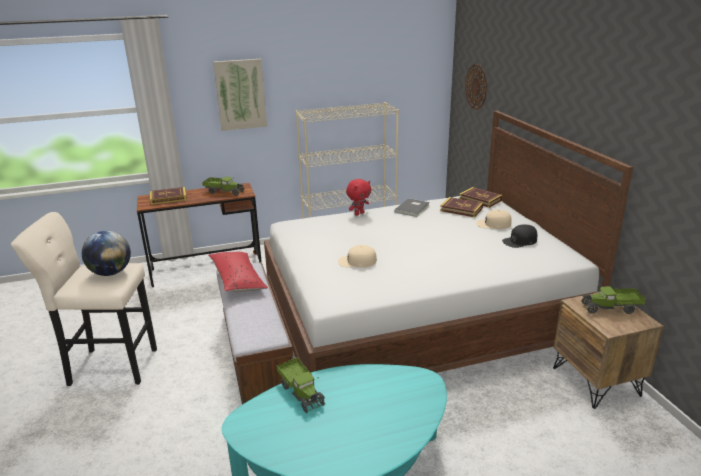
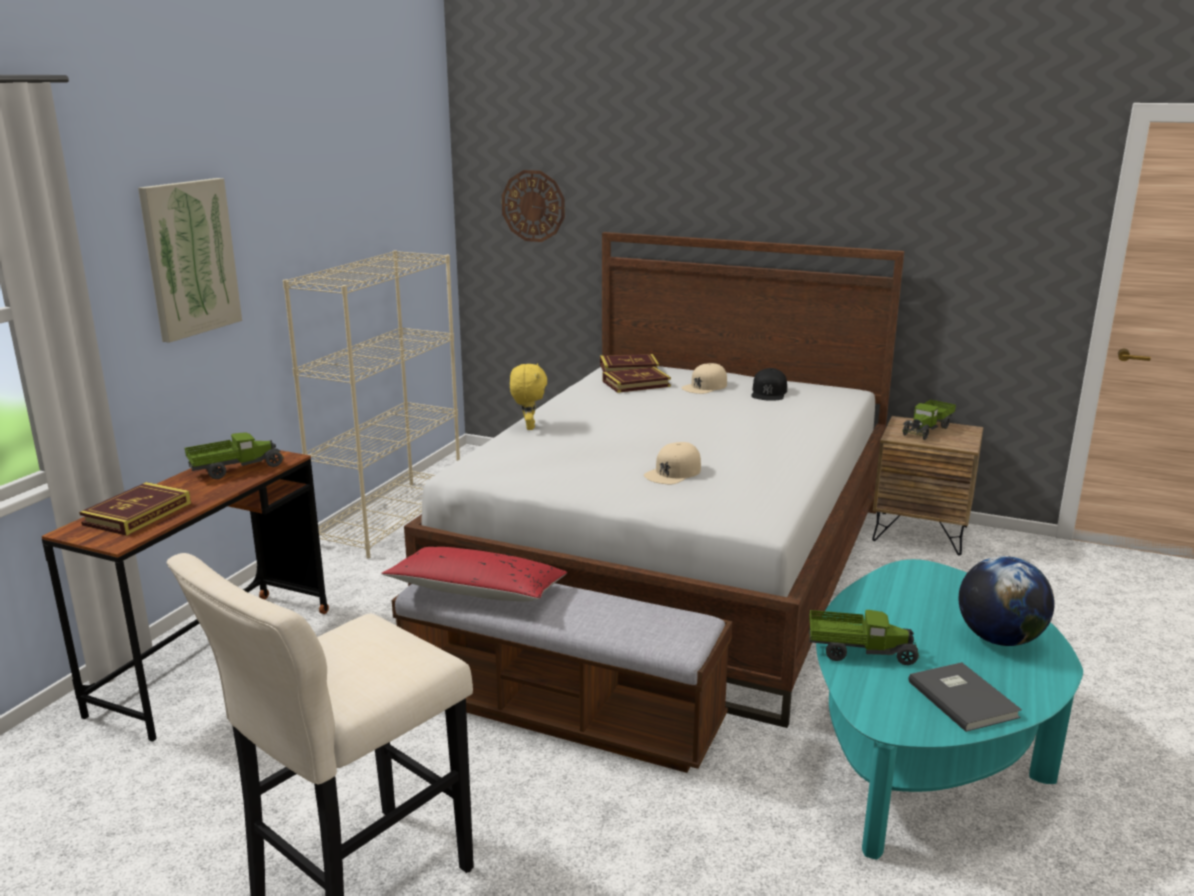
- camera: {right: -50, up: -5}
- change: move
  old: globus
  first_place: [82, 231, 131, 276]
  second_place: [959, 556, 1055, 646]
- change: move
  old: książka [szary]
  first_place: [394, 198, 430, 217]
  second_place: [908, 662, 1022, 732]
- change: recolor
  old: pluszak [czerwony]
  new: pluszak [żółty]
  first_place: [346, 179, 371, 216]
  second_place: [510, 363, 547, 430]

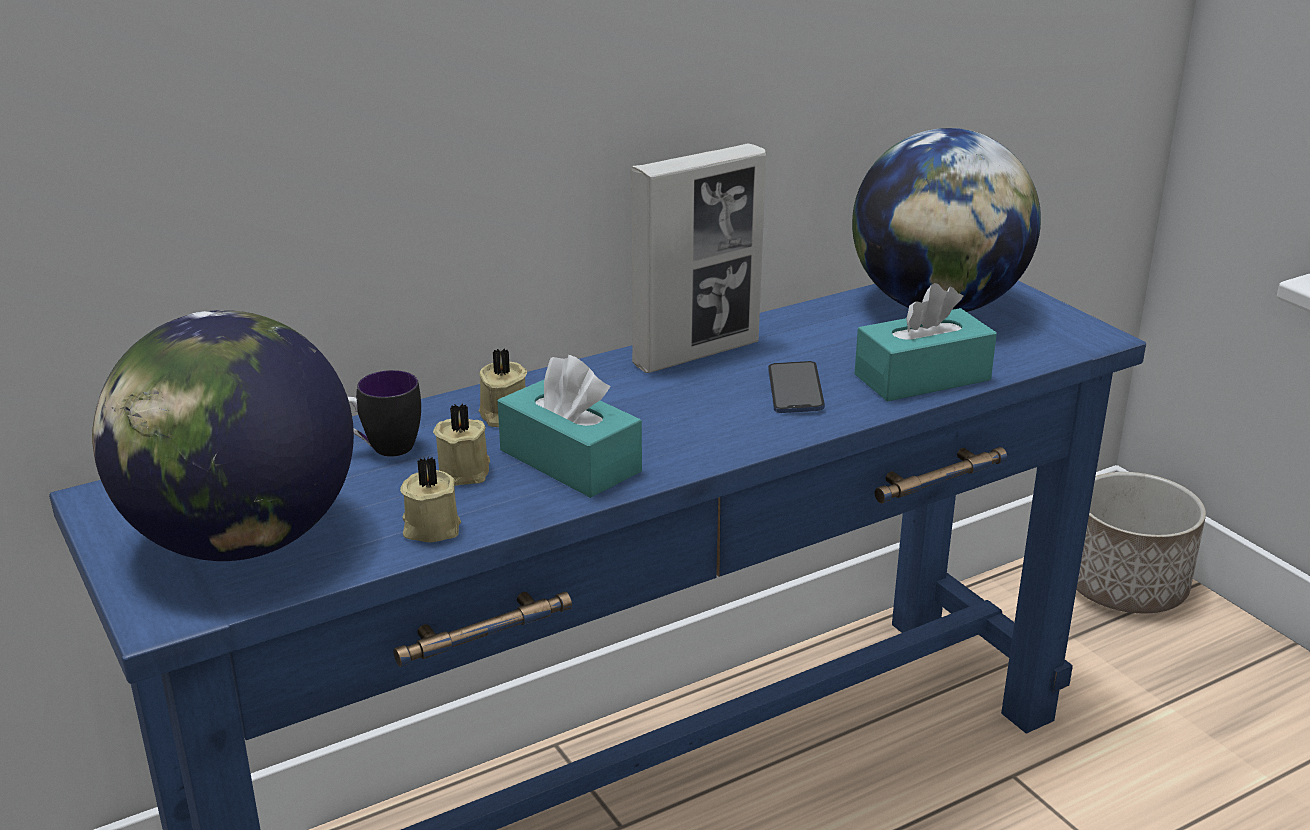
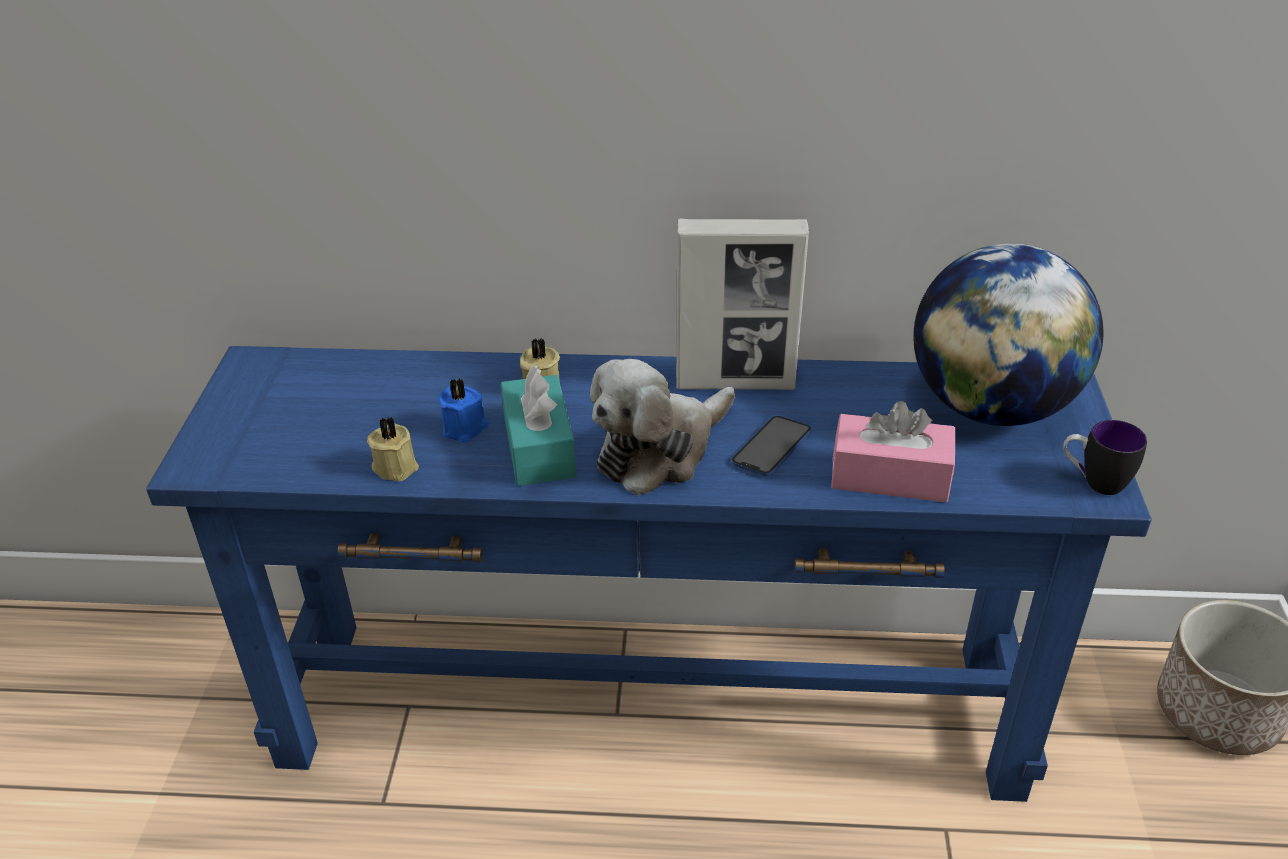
- camera: {right: 35, up: 10}
- change: delete
  old: globus
  first_place: [92, 310, 354, 561]
- change: insert
  new: pluszak
  second_place: [590, 359, 735, 496]
- change: move
  old: kubek
  first_place: [348, 370, 421, 457]
  second_place: [1063, 420, 1147, 495]
- change: recolor
  old: świeca [beżowy]
  new: świeca [niebieski]
  first_place: [433, 404, 490, 486]
  second_place: [438, 378, 489, 442]
- change: recolor
  old: pudełko chusteczek [turkusowy]
  new: pudełko chusteczek [różowy]
  first_place: [855, 283, 997, 402]
  second_place: [831, 401, 955, 502]

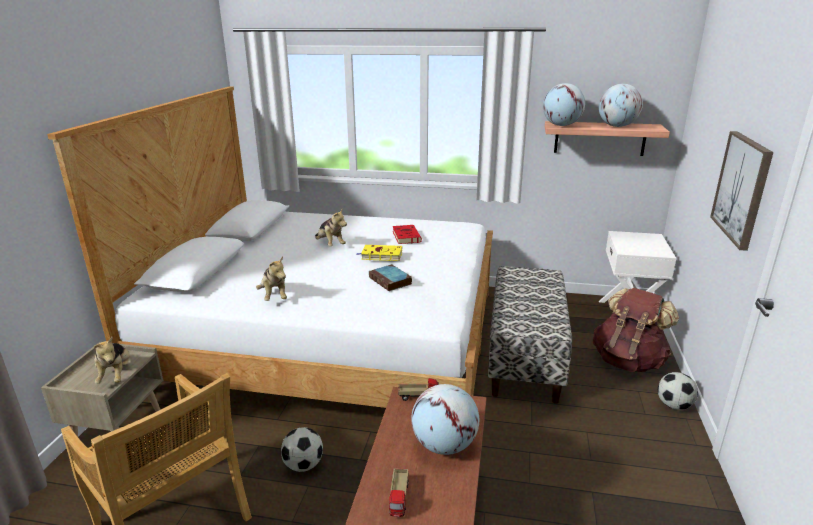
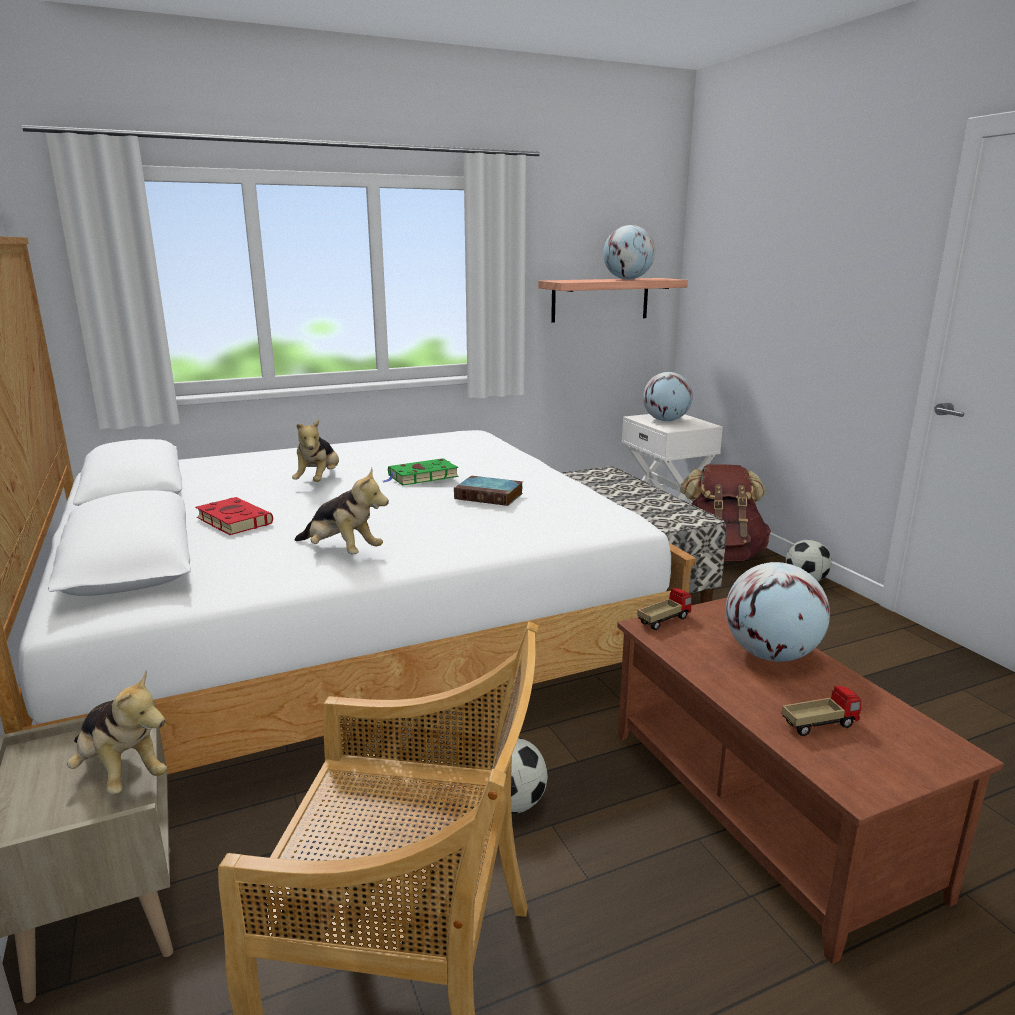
- camera: {right: -35, up: -5}
- change: delete
  old: obraz
  first_place: [710, 131, 774, 251]
- change: move
  old: książka [czerwony]
  first_place: [392, 225, 422, 244]
  second_place: [195, 497, 273, 535]
- change: move
  old: globus
  first_place: [543, 83, 585, 126]
  second_place: [643, 372, 693, 421]
- change: recolor
  old: książka [żółty]
  new: książka [zielony]
  first_place: [356, 245, 402, 261]
  second_place: [383, 458, 458, 486]
- change: rotate
  old: pluszak
  first_place: [315, 210, 347, 246]
  second_place: [292, 419, 339, 482]
  degrees: 75
- change: rotate
  old: ciężarówka zabawkowa
  first_place: [389, 468, 409, 517]
  second_place: [782, 686, 861, 736]
  degrees: -75

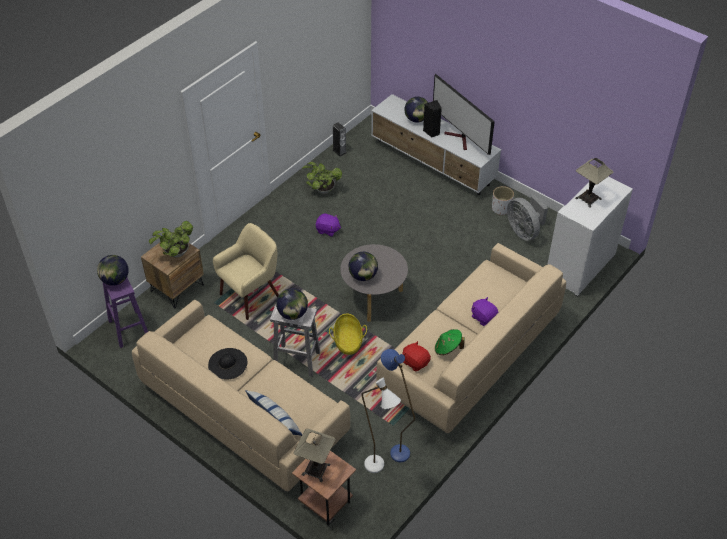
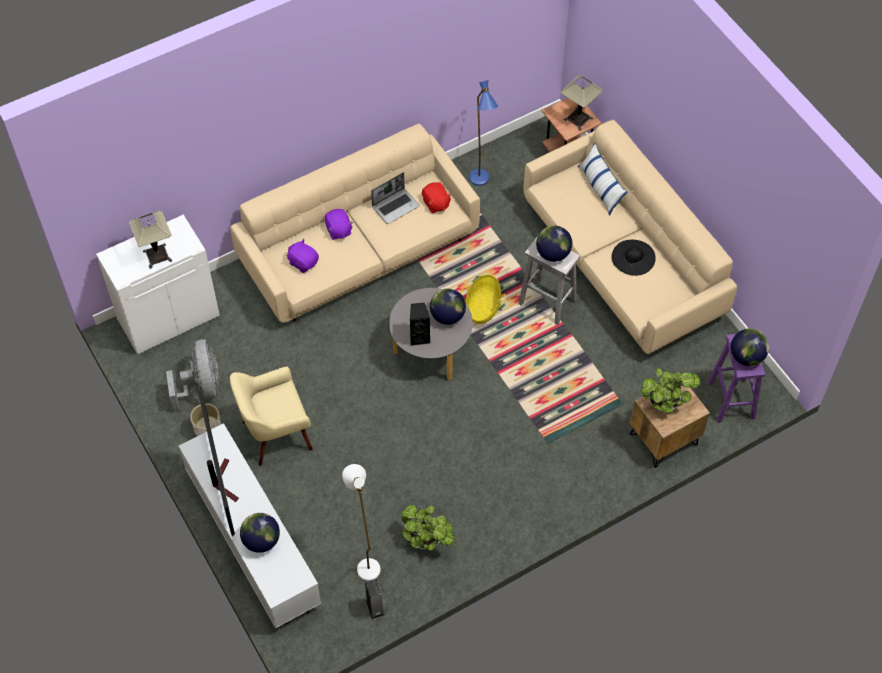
- camera: {right: -160, up: 10}
- change: move
  old: fotel [beżowy]
  first_place: [213, 223, 279, 320]
  second_place: [230, 367, 313, 466]
- change: move
  old: pluszak [fioletowy]
  first_place: [316, 213, 341, 236]
  second_place: [287, 239, 319, 273]
- change: move
  old: lampa stojąca [biały]
  first_place: [362, 377, 401, 473]
  second_place: [342, 464, 381, 581]
- change: move
  old: głośnik [czarny]
  first_place: [423, 100, 442, 137]
  second_place: [410, 303, 430, 346]
- change: replace
  old: kapelusz [zielony]
  new: laptop
  first_place: [435, 329, 465, 355]
  second_place: [371, 172, 420, 224]

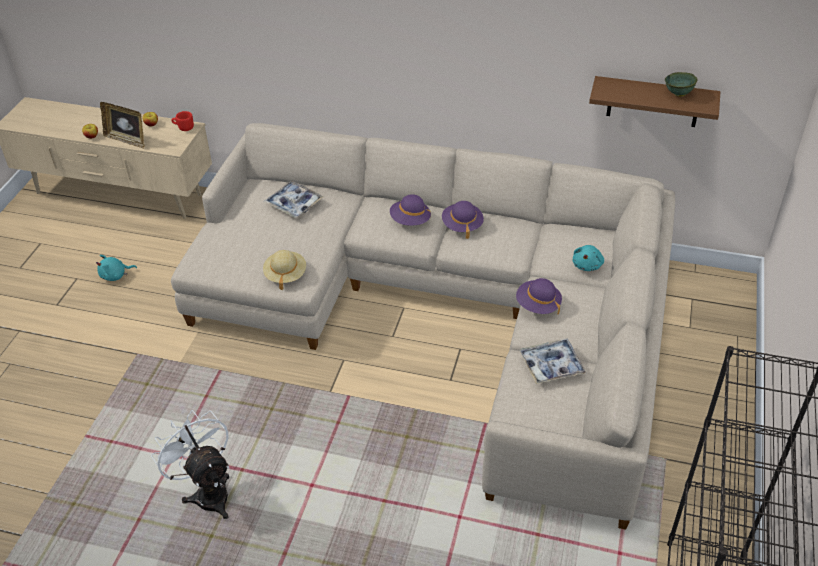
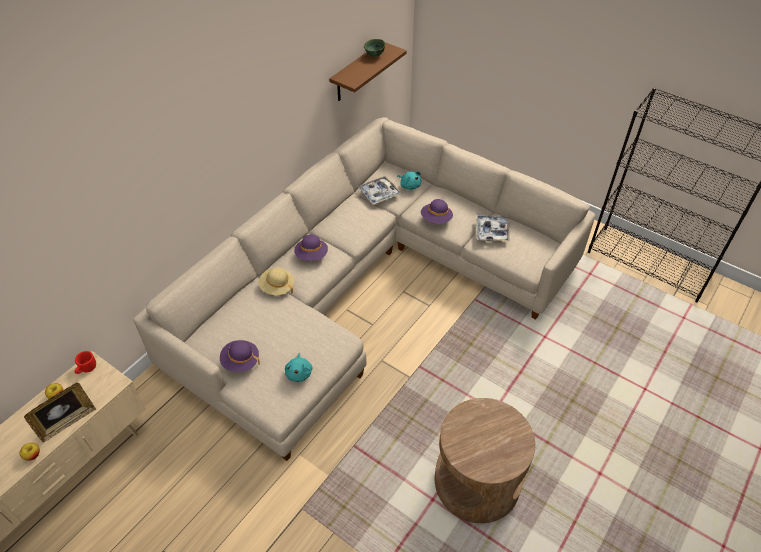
- camera: {right: -70, up: 5}
- change: move
  old: pluszak [turkusowy]
  first_place: [96, 255, 137, 281]
  second_place: [285, 353, 313, 382]
- change: move
  old: kapelusz [beżowy]
  first_place: [263, 250, 306, 290]
  second_place: [259, 267, 294, 295]
- change: move
  old: taca
  first_place: [264, 181, 324, 217]
  second_place: [358, 176, 401, 205]
- change: move
  old: kapelusz [fioletowy]
  first_place: [442, 201, 484, 239]
  second_place: [220, 340, 260, 372]
- change: replace
  old: wentylator [biały]
  new: stolik [brązowy]
  first_place: [151, 410, 229, 519]
  second_place: [435, 398, 535, 523]

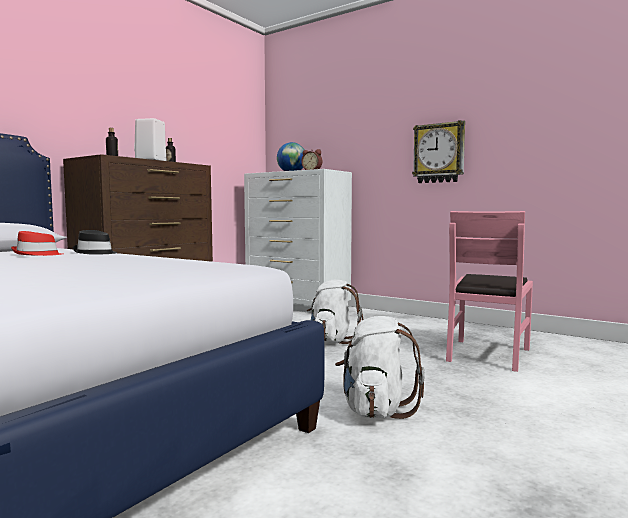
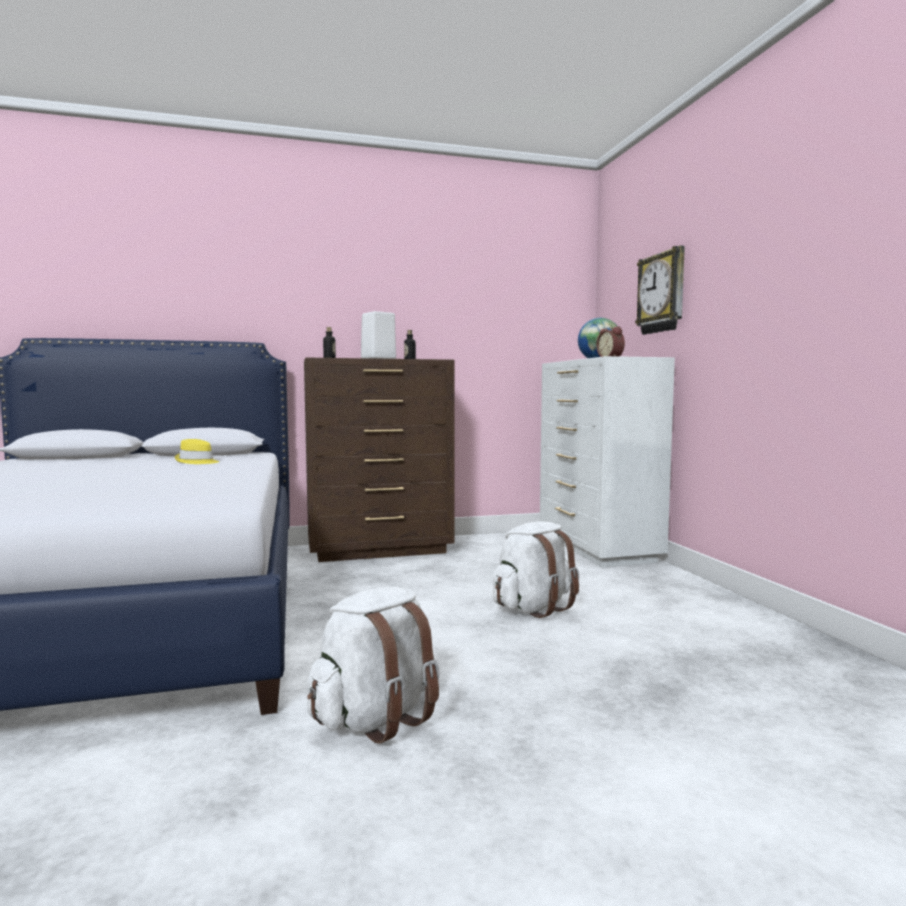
- camera: {right: 40, up: 0}
- change: delete
  old: kapelusz [czarny]
  first_place: [73, 230, 118, 255]
- change: delete
  old: krzesło [różowy]
  first_place: [446, 211, 533, 372]
- change: move
  old: zegar ścienny
  first_place: [412, 120, 465, 183]
  second_place: [635, 245, 685, 335]
- change: recolor
  old: kapelusz [czerwony]
  new: kapelusz [żółty]
  first_place: [11, 231, 63, 256]
  second_place: [175, 439, 219, 464]

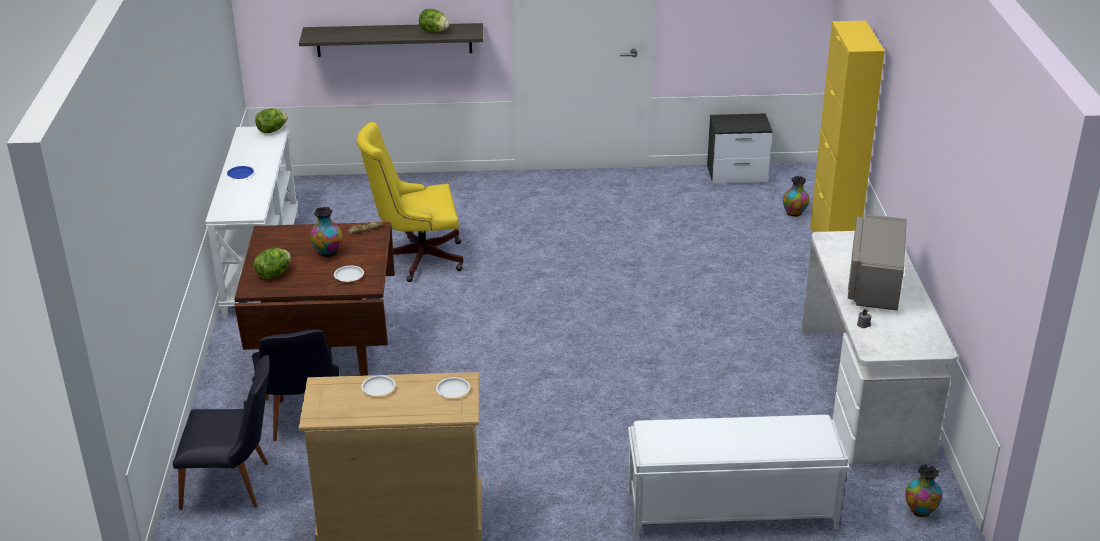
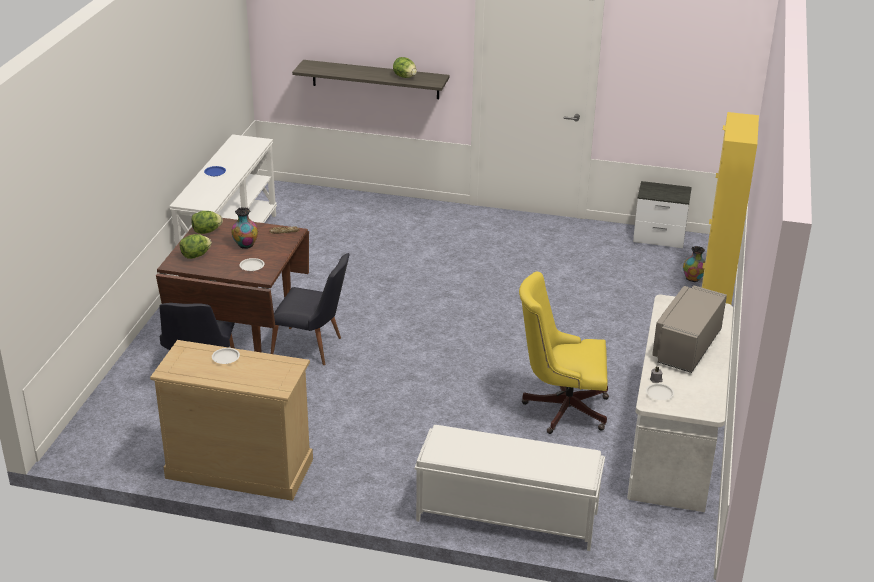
- camera: {right: 15, up: 0}
- change: delete
  old: wazon
  first_place: [905, 464, 942, 517]
- change: move
  old: krzesło [czarny]
  first_place: [173, 355, 270, 510]
  second_place: [271, 253, 350, 365]
- change: move
  old: sałata
  first_place: [255, 108, 288, 133]
  second_place: [191, 211, 223, 234]
- change: move
  old: krzesło biurowe [żółty]
  first_place: [357, 122, 464, 282]
  second_place: [519, 272, 609, 434]
- change: move
  old: talerz [biały]
  first_place: [436, 377, 470, 398]
  second_place: [646, 383, 674, 400]

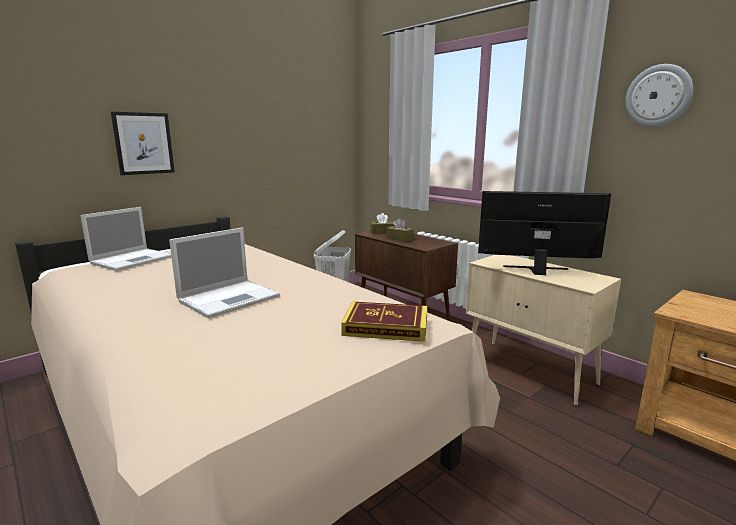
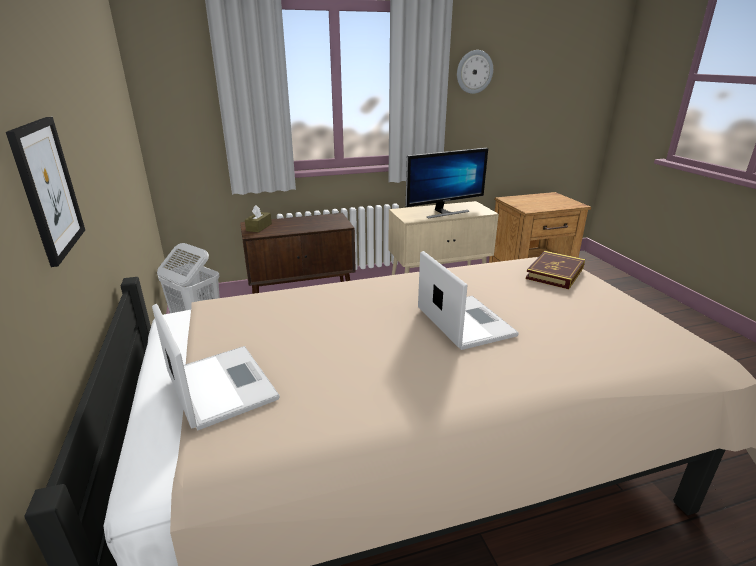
- camera: {right: -65, up: 10}
- change: delete
  old: pudełko chusteczek [brązowy]
  first_place: [386, 218, 414, 241]
- change: rotate
  old: monitor
  first_place: [478, 191, 611, 275]
  second_place: [405, 148, 488, 218]
  degrees: -150

